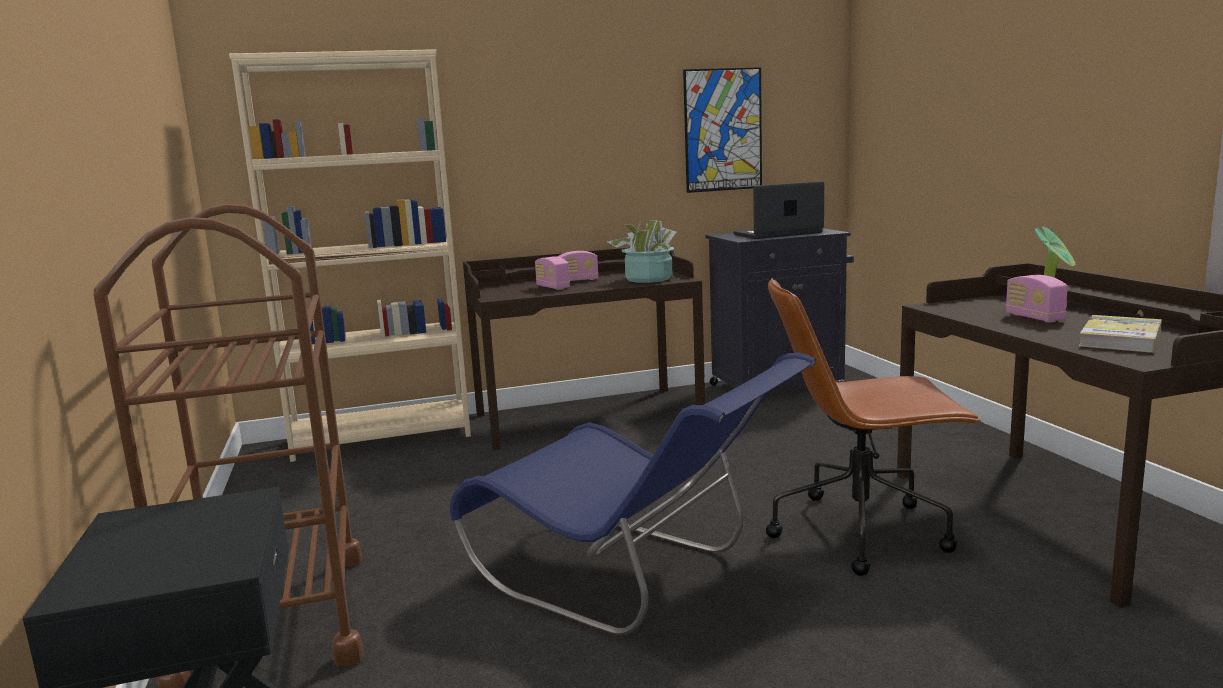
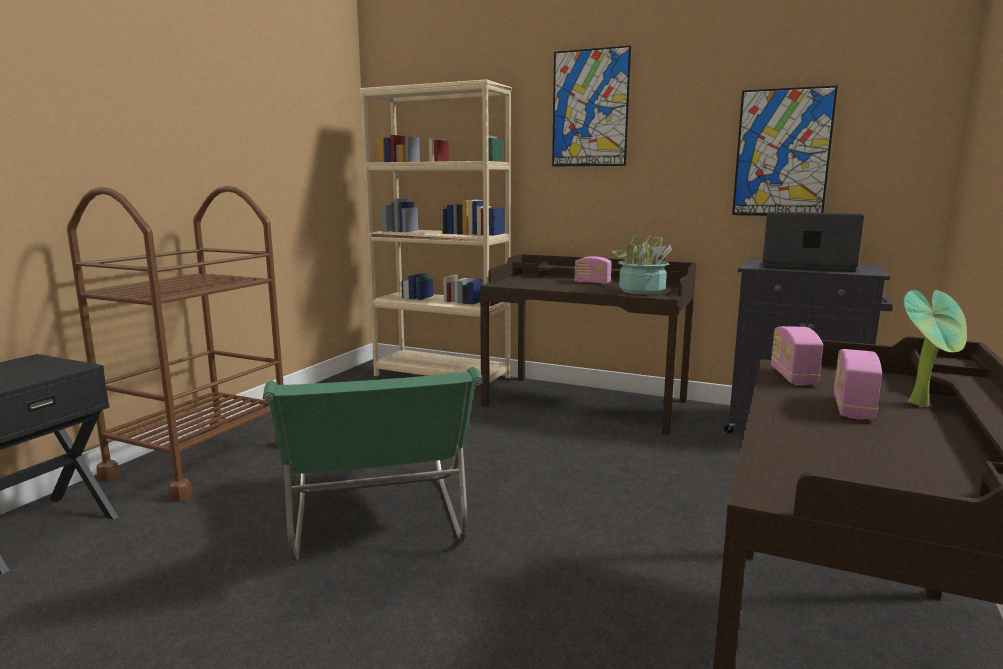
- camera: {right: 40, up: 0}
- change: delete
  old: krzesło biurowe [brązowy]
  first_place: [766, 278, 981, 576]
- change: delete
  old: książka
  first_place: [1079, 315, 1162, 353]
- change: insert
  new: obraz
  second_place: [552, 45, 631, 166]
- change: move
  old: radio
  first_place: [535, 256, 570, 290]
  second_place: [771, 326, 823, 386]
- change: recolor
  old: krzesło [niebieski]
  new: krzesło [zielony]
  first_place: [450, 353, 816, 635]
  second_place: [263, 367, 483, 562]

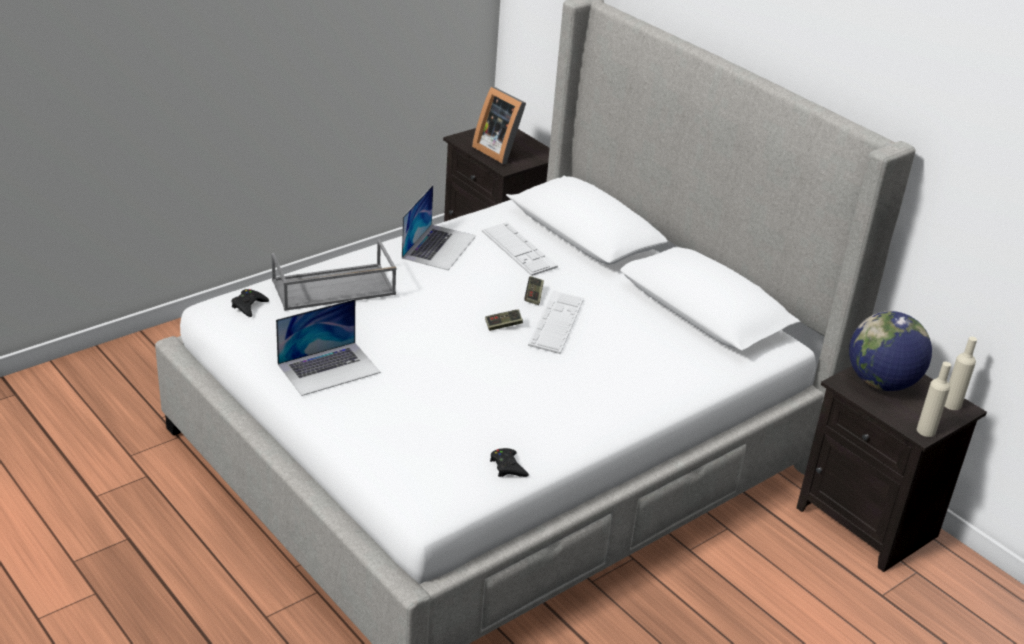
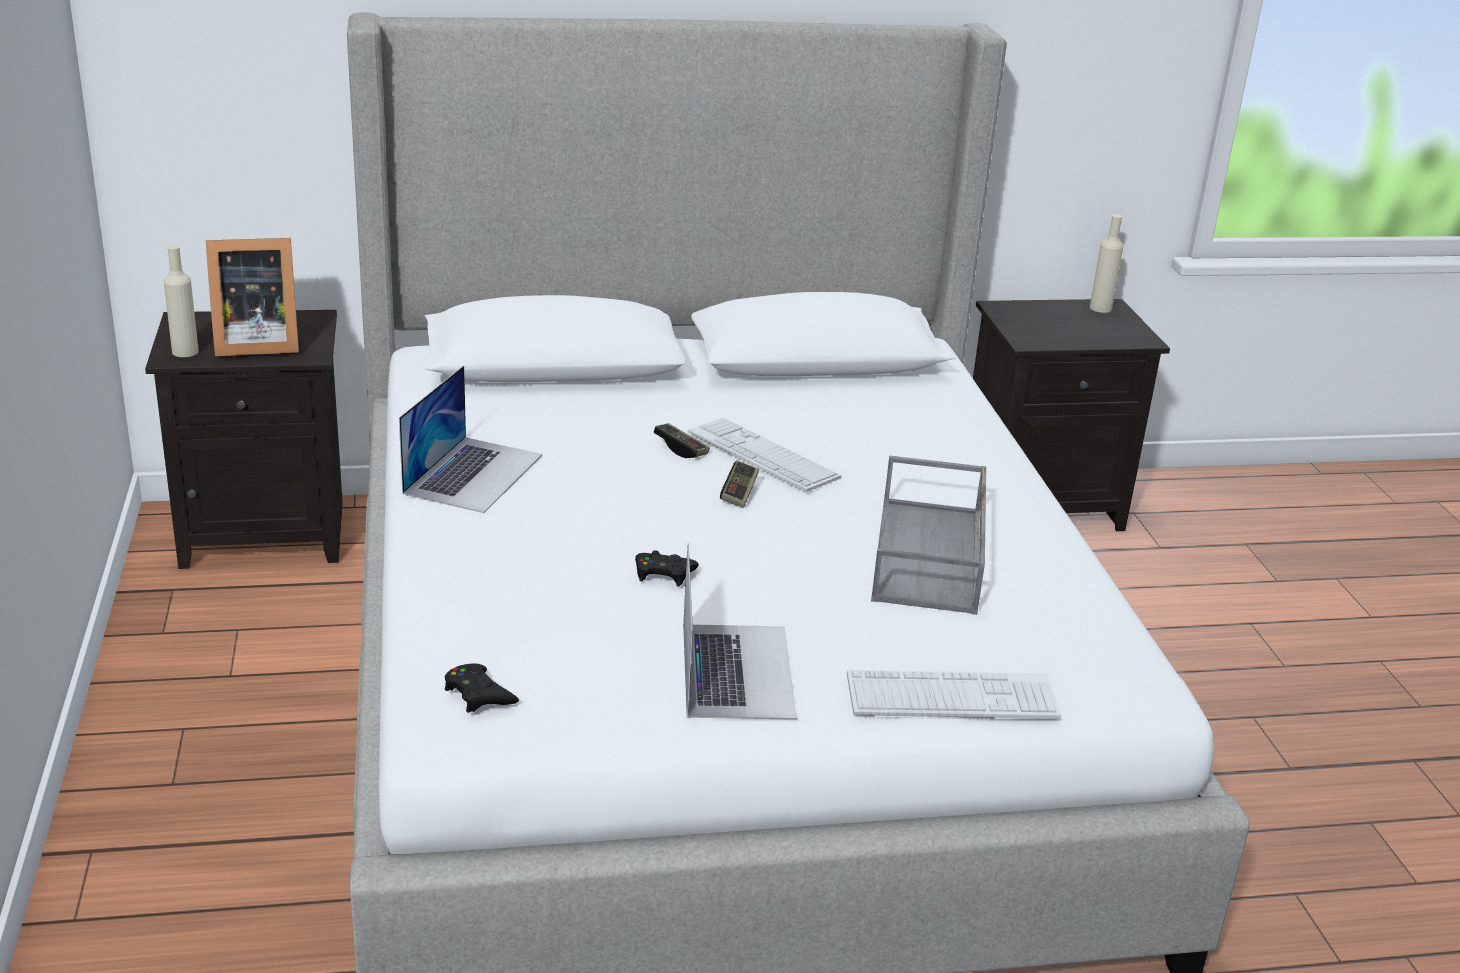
- camera: {right: -60, up: -5}
- change: delete
  old: globus
  first_place: [849, 311, 932, 391]
- change: move
  old: taca [szary]
  first_place: [271, 239, 396, 311]
  second_place: [871, 455, 986, 615]
- change: move
  old: klawiatura
  first_place: [482, 222, 558, 276]
  second_place: [847, 670, 1061, 719]
- change: move
  old: pad do gier [czarny]
  first_place: [490, 448, 529, 477]
  second_place: [635, 550, 699, 586]
- change: move
  old: butelka [beżowy]
  first_place: [917, 362, 951, 437]
  second_place: [164, 245, 199, 357]
- change: rotate
  old: laptop
  first_place: [402, 185, 476, 270]
  second_place: [399, 366, 542, 513]
  degrees: 60

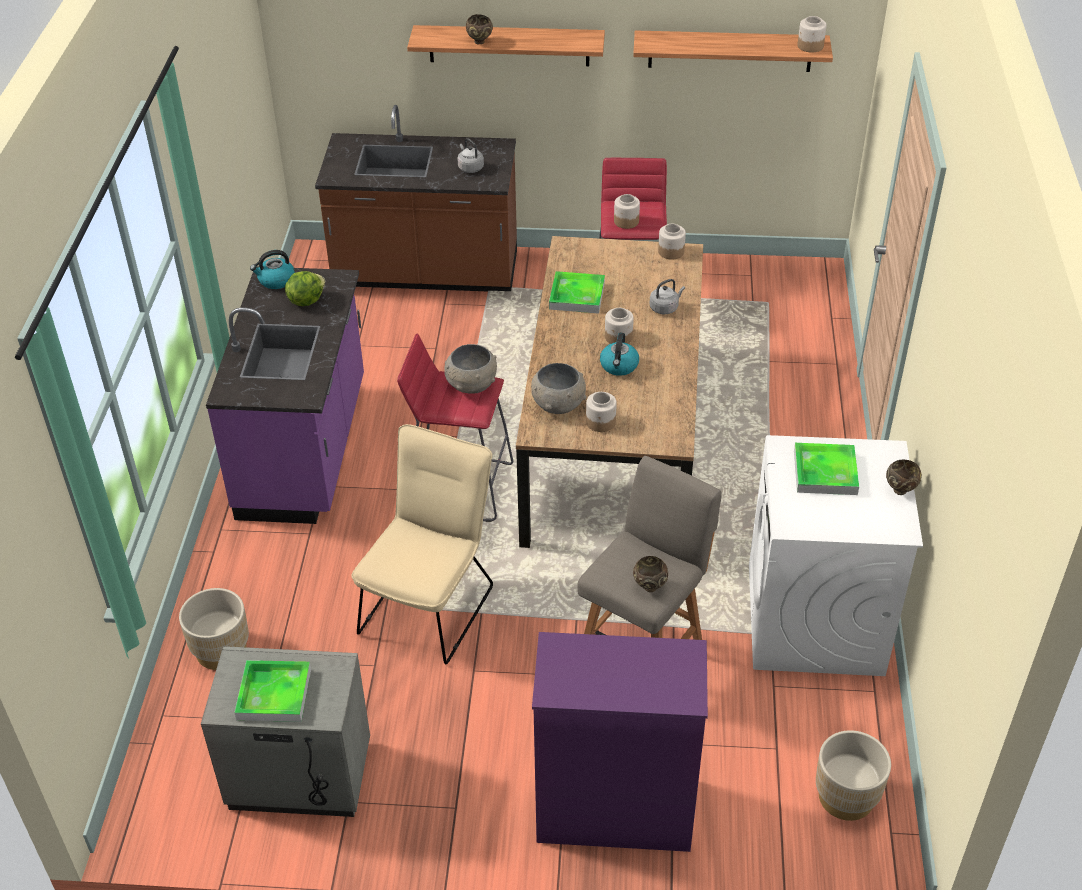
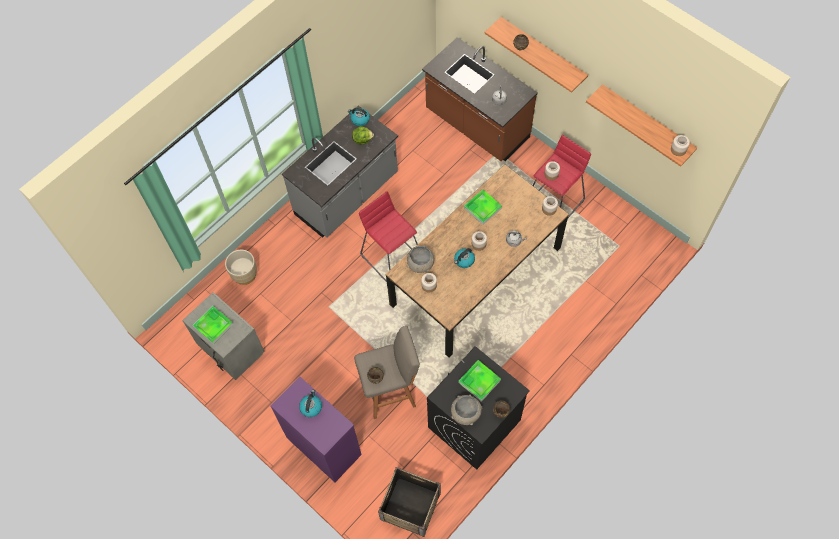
- camera: {right: 40, up: 20}
- change: delete
  old: krzesło [beżowy]
  first_place: [351, 424, 493, 664]
- change: insert
  new: czajnik
  second_place: [299, 390, 322, 417]
- change: move
  old: miska [szary]
  first_place: [444, 344, 497, 394]
  second_place: [451, 395, 482, 425]
- change: replace
  old: donica [beżowy]
  new: skrzynka
  first_place: [816, 730, 891, 821]
  second_place: [378, 467, 441, 537]
- change: recolor
  old: zabudowa kuchenna [fioletowy]
  new: zabudowa kuchenna [szary]
  first_place: [206, 267, 364, 524]
  second_place: [282, 106, 398, 238]
- change: recolor
  old: pralka [biały]
  new: pralka [czarny]
  first_place: [749, 435, 923, 676]
  second_place: [427, 346, 530, 470]

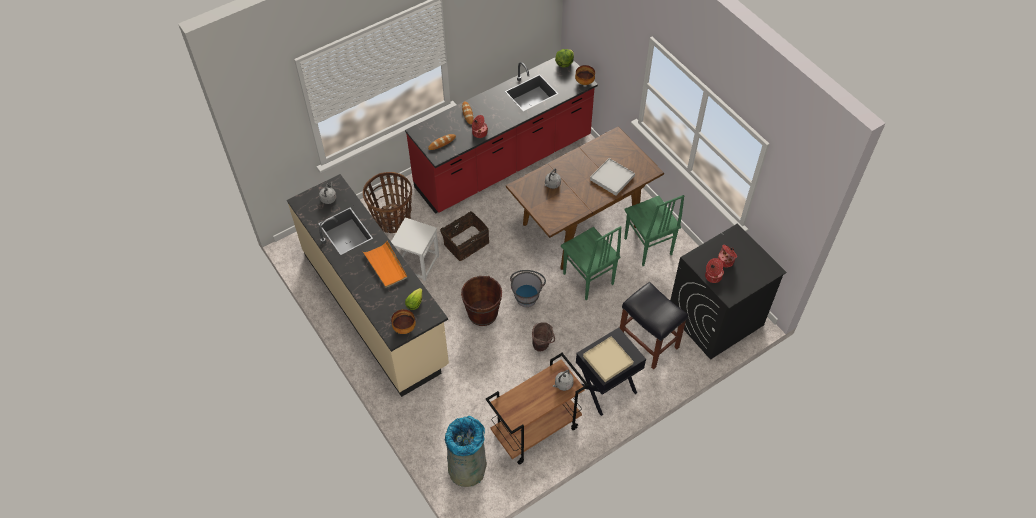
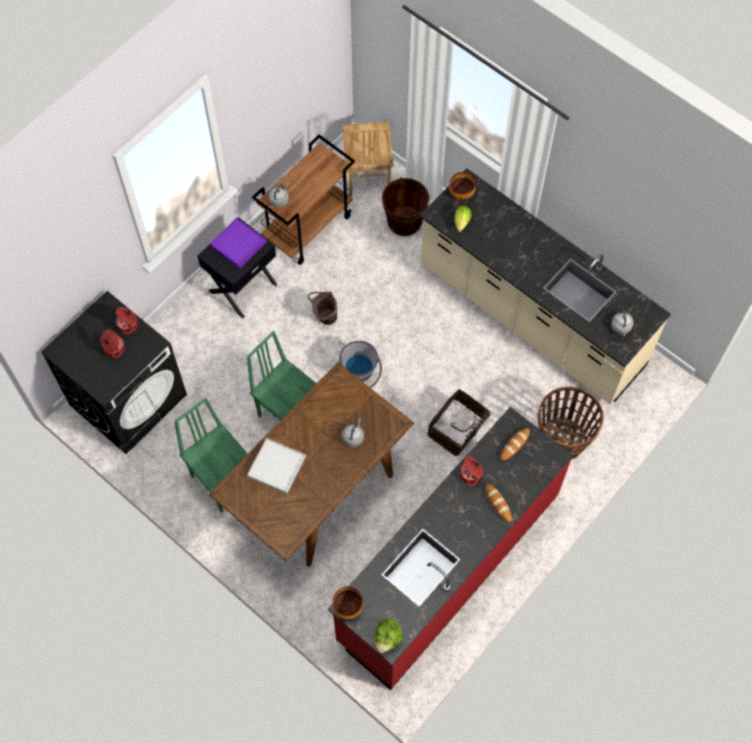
- camera: {right: 165, up: 10}
- change: delete
  old: taca [pomarańczowy]
  first_place: [363, 241, 407, 288]
- change: delete
  old: stołek [biały]
  first_place: [391, 217, 439, 281]
- change: delete
  old: stołek [czarny]
  first_place: [620, 282, 688, 370]
- change: move
  old: wiadro [brązowy]
  first_place: [461, 276, 502, 326]
  second_place: [382, 177, 429, 236]
- change: replace
  old: kosz na śmieci [szary]
  new: krzesło [brązowy]
  first_place: [445, 416, 487, 487]
  second_place: [342, 121, 394, 197]
- change: recolor
  old: taca [beżowy]
  new: taca [fioletowy]
  first_place: [583, 336, 634, 382]
  second_place: [210, 218, 267, 269]

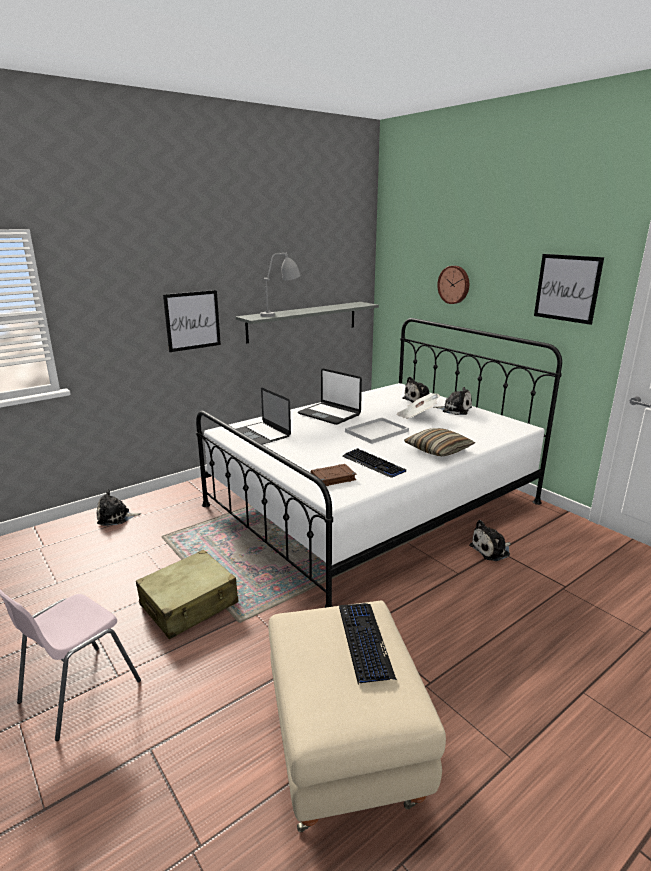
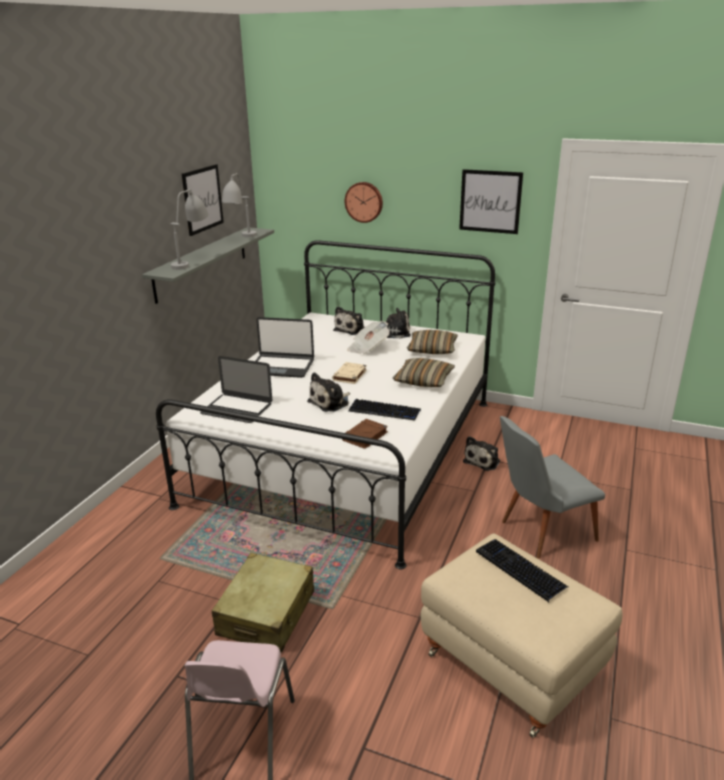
- camera: {right: -30, up: 5}
- change: insert
  new: lampa stołowa [szary]
  second_place: [222, 173, 257, 237]
- change: insert
  new: poduszka
  second_place: [407, 330, 458, 354]
- change: insert
  new: krzesło [szary]
  second_place: [500, 416, 605, 559]
- change: move
  old: pluszak
  first_place: [97, 489, 141, 526]
  second_place: [307, 372, 350, 412]
- change: move
  old: obraz
  first_place: [163, 290, 221, 352]
  second_place: [182, 164, 224, 236]
- change: replace
  old: taca [biały]
  new: książka [beżowy]
  first_place: [345, 417, 409, 444]
  second_place: [332, 362, 367, 384]

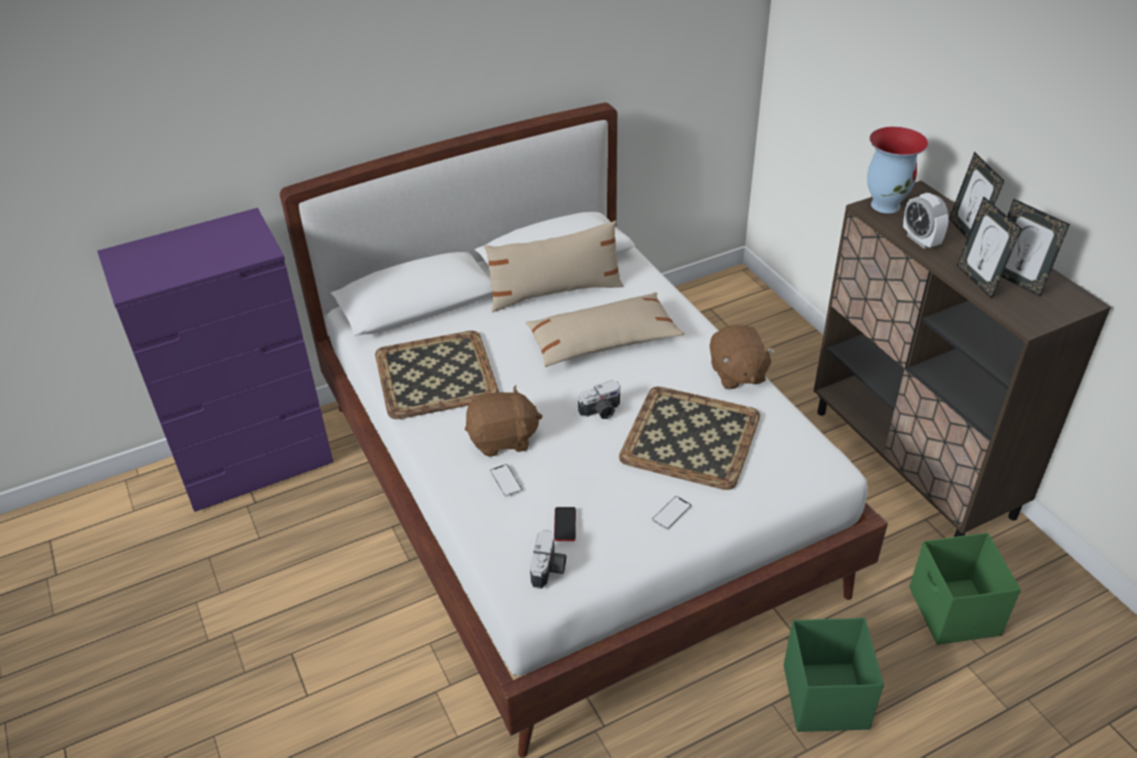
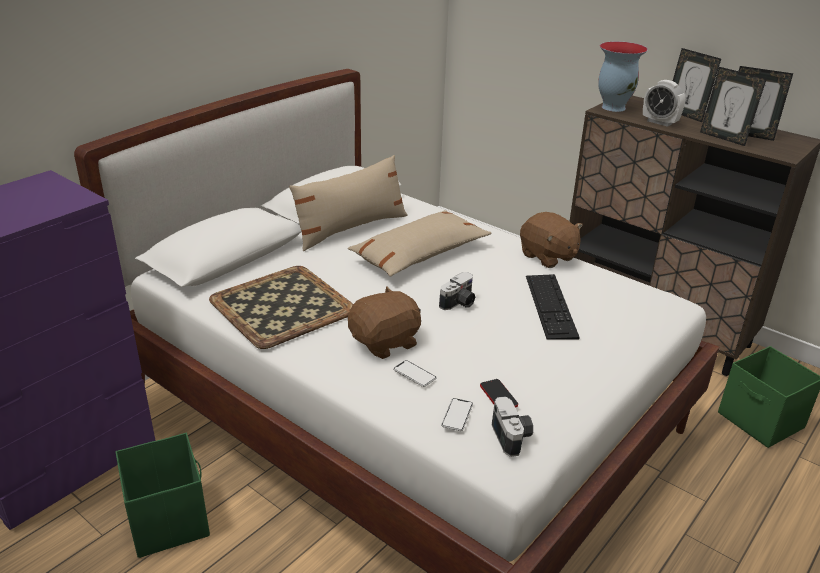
- camera: {right: -25, up: -10}
- change: move
  old: telefon
  first_place: [652, 496, 691, 529]
  second_place: [441, 398, 473, 431]
- change: move
  old: pojemnik do przechowywania [zielony]
  first_place: [784, 618, 884, 732]
  second_place: [115, 433, 210, 558]
- change: replace
  old: taca
  new: klawiatura
  first_place: [619, 386, 760, 490]
  second_place: [526, 274, 579, 340]

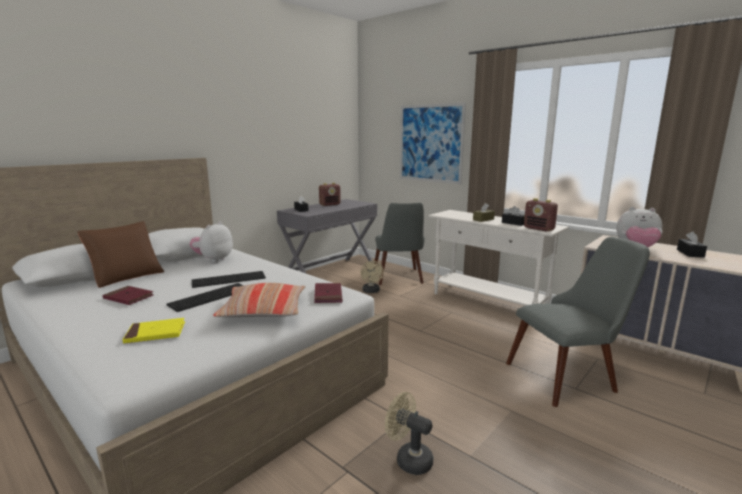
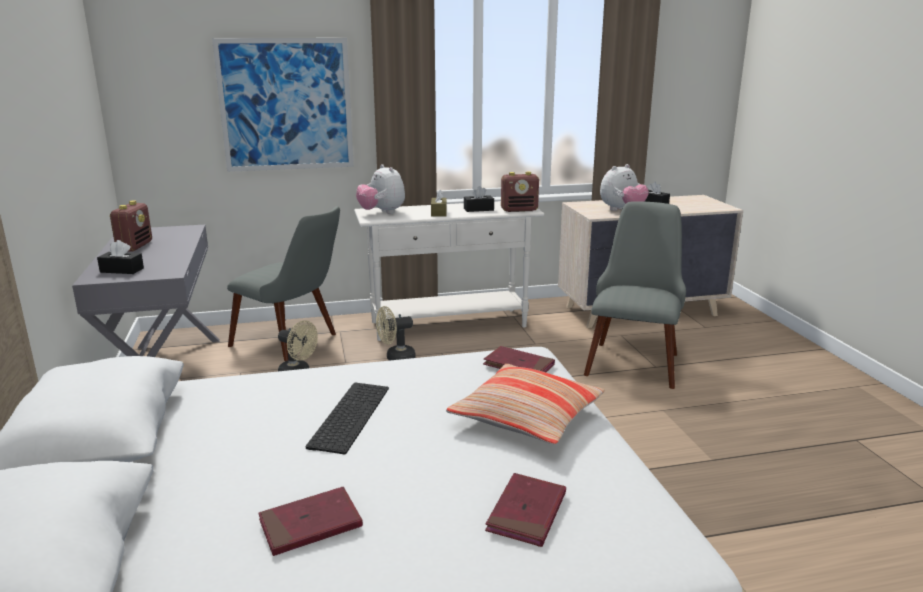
- camera: {right: -55, up: 5}
- change: delete
  old: poduszka [brązowy]
  first_place: [77, 221, 164, 288]
- change: delete
  old: klawiatura
  first_place: [166, 283, 244, 312]
- change: move
  old: pluszak
  first_place: [190, 222, 233, 263]
  second_place: [356, 164, 405, 214]
- change: move
  old: wentylator [beżowy]
  first_place: [385, 392, 433, 475]
  second_place: [376, 306, 416, 361]
- change: recolor
  old: książka [żółty]
  new: książka [czerwony]
  first_place: [123, 318, 185, 344]
  second_place: [485, 473, 566, 547]

